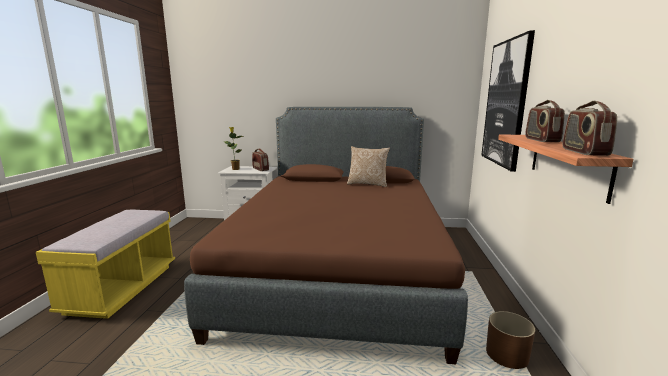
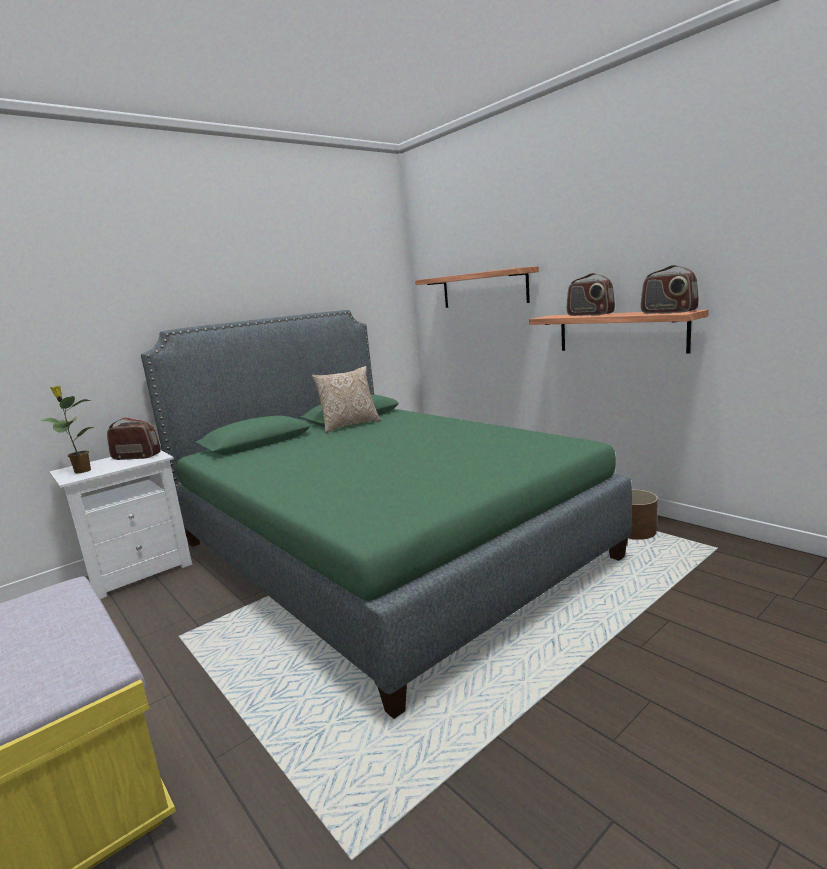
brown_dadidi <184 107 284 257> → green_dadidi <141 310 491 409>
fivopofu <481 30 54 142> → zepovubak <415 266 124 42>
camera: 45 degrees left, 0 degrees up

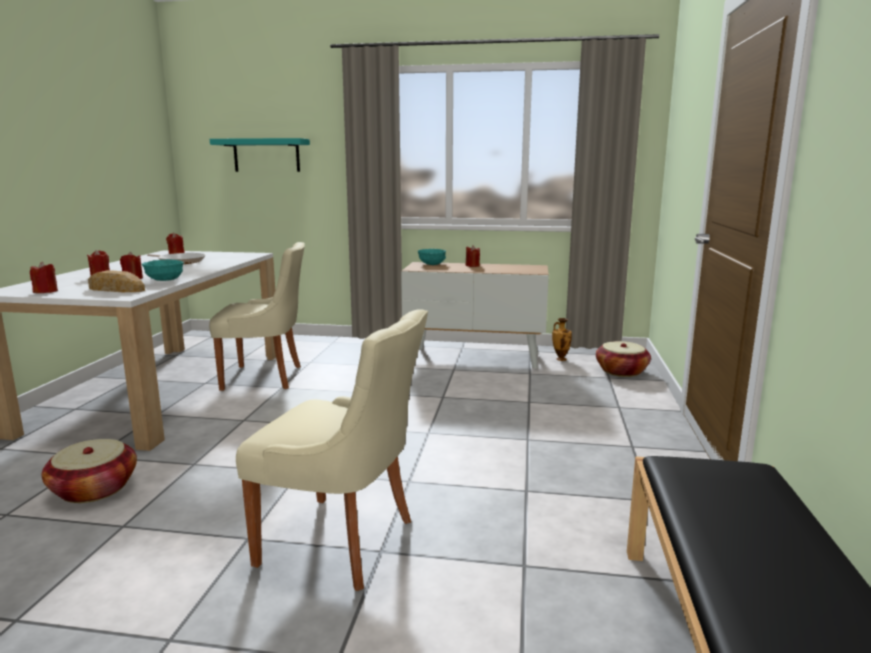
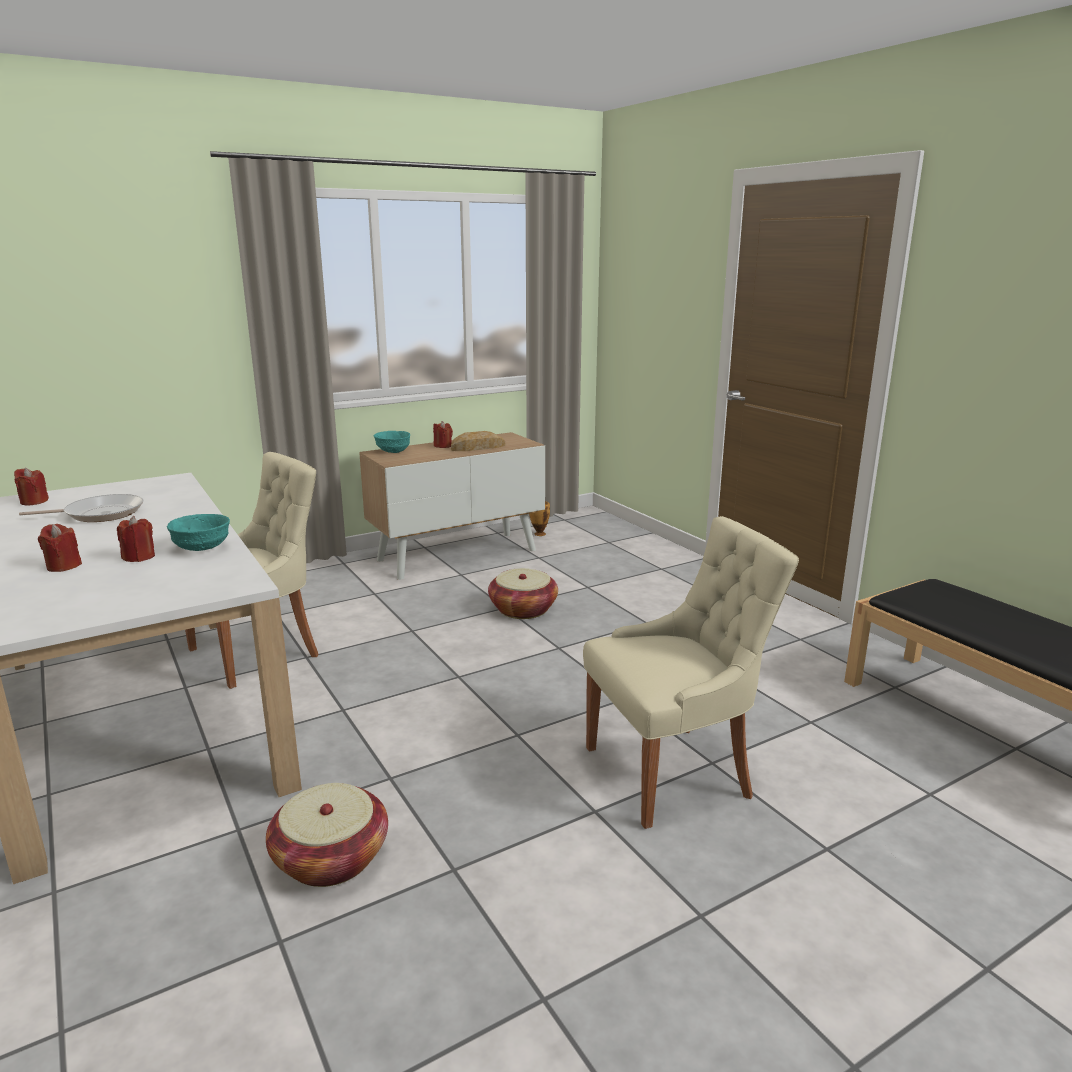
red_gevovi <30 262 28 31> → -
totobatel <88 270 57 22> → totobatel <451 431 54 20>, moved
turquoise_zepovubak <210 138 100 34> → -
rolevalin <596 341 55 36> → rolevalin <488 568 70 51>, moved
camera: 40 degrees left, 5 degrees up

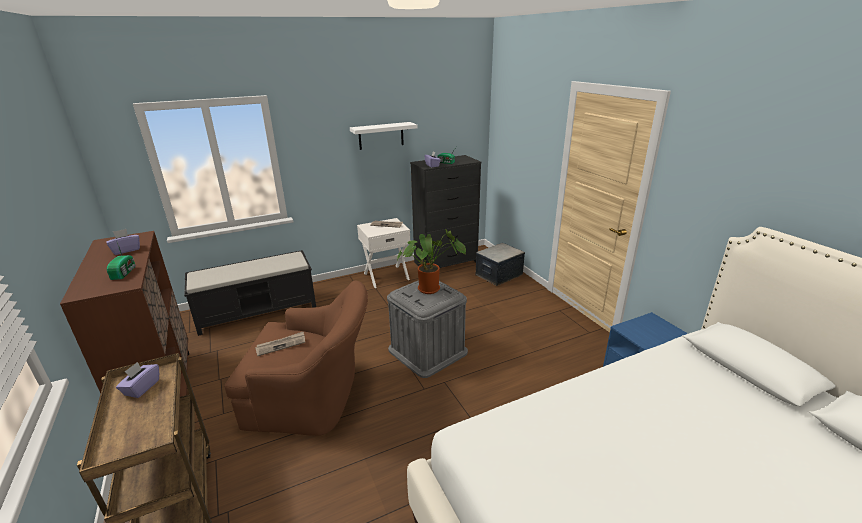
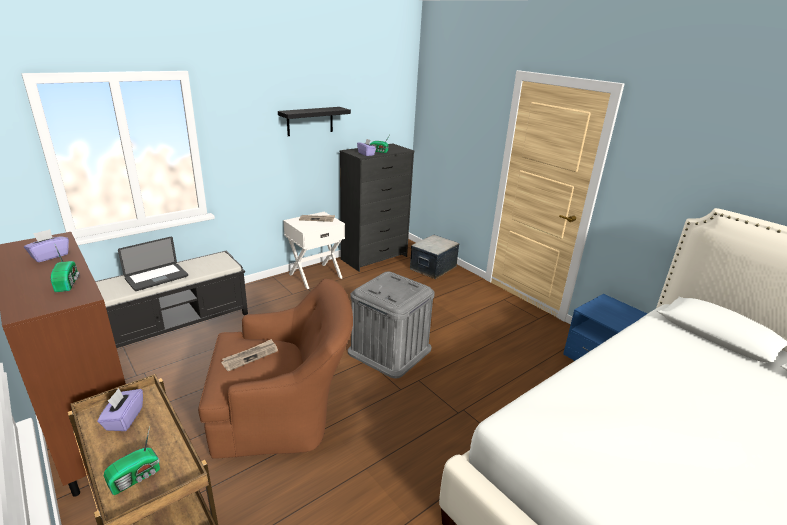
white_zepovubak <350 122 67 28> → black_zepovubak <278 107 73 29>
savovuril <397 229 69 65> → -
- → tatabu <104 426 56 69>
- → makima <118 237 70 54>
camera: 15 degrees left, 0 degrees up

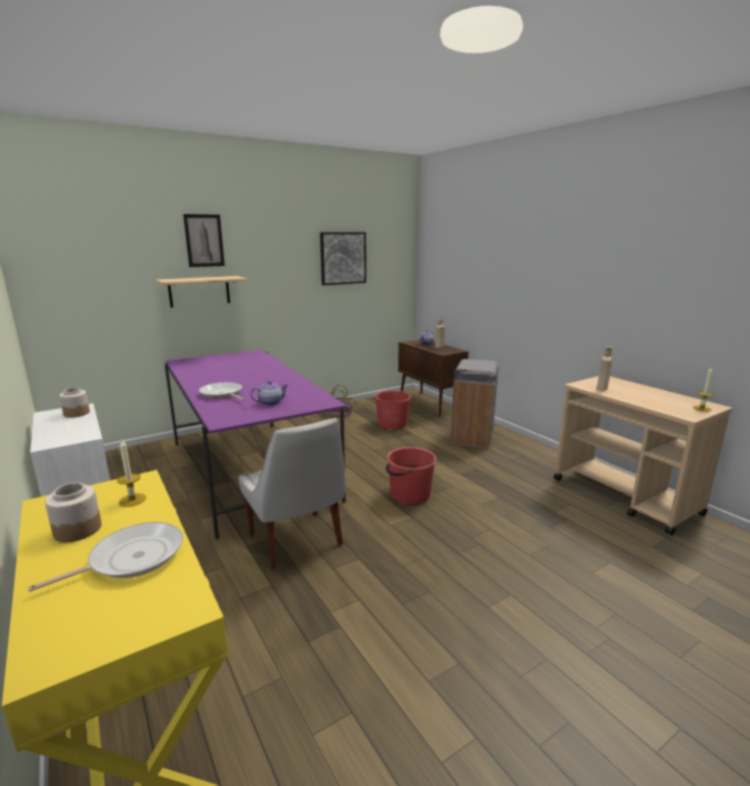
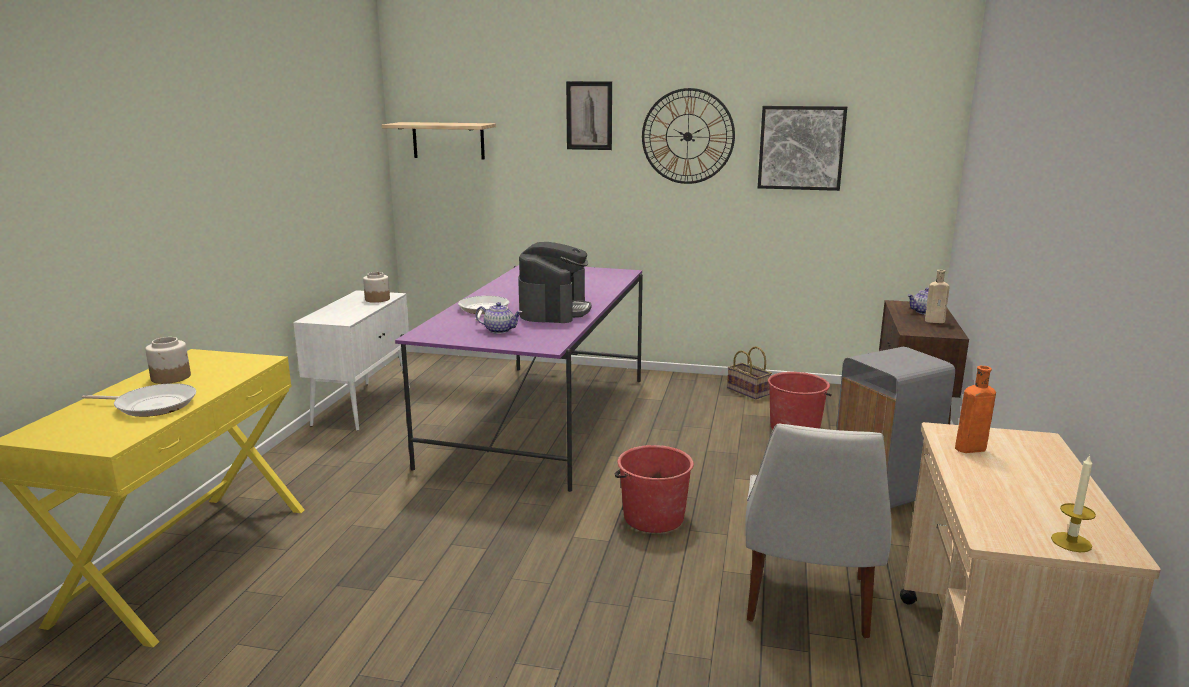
gevovi <117 440 29 67> → -
zepovubak <156 276 92 32> → zepovubak <381 122 115 37>, moved
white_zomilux <238 418 107 152> → white_zomilux <745 424 147 214>, moved
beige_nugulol <597 346 16 45> → orange_nugulol <955 365 41 88>
- → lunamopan <518 242 74 81>
- → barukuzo <642 88 93 96>
camera: 45 degrees right, 0 degrees up

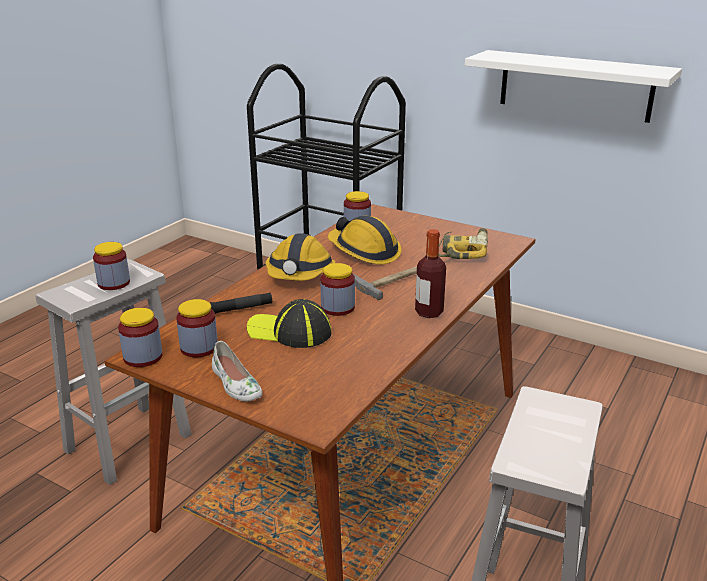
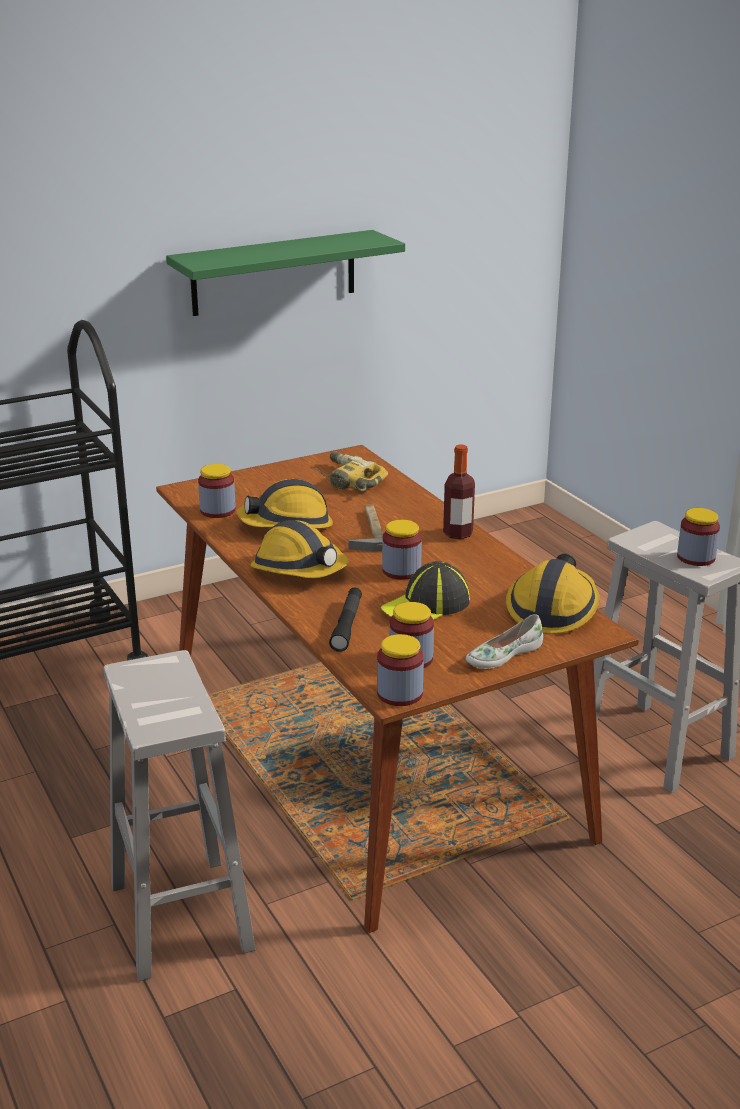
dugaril <93 242 37 48> → dugaril <677 508 43 58>, moved
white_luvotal <212 341 50 60> → white_luvotal <466 614 77 55>, 150 degrees clockwise
white_zepovubak <465 50 217 73> → green_zepovubak <166 230 239 86>
- → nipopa <506 554 94 80>
camera: 60 degrees left, 0 degrees up

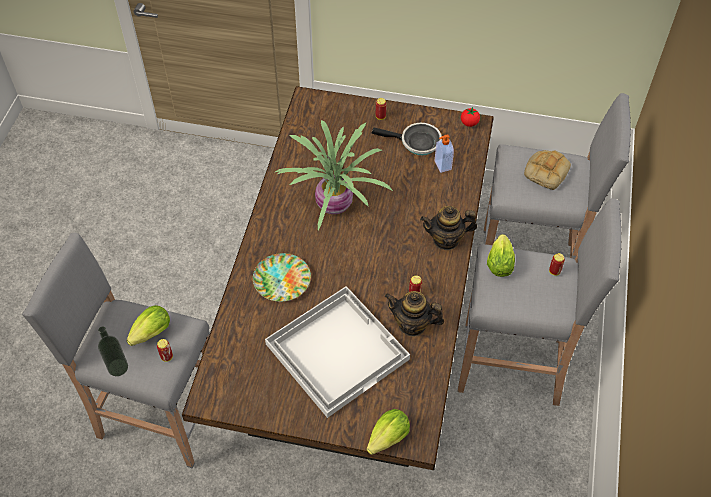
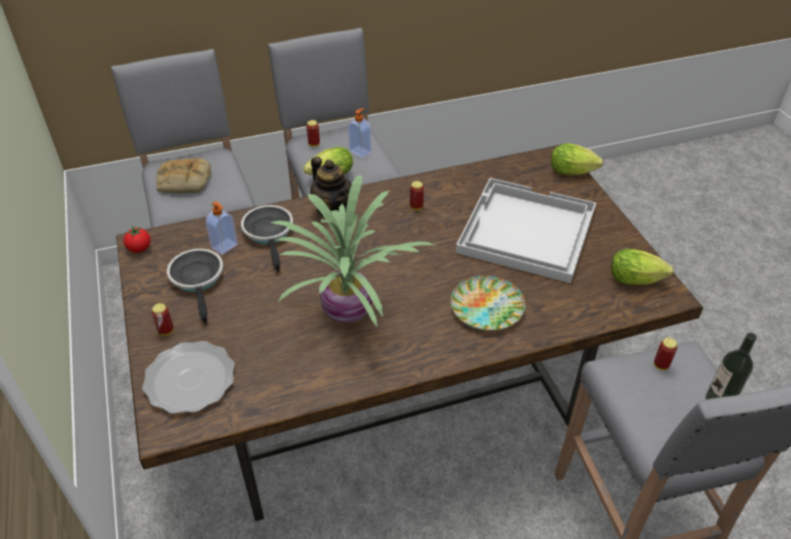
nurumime <126 305 44 41> → nurumime <611 249 62 36>, moved
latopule <385 291 59 46> → -
- → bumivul <142 341 93 73>
- → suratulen <241 205 52 67>
- → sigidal <348 108 23 50>
camera: 120 degrees left, 10 degrees down

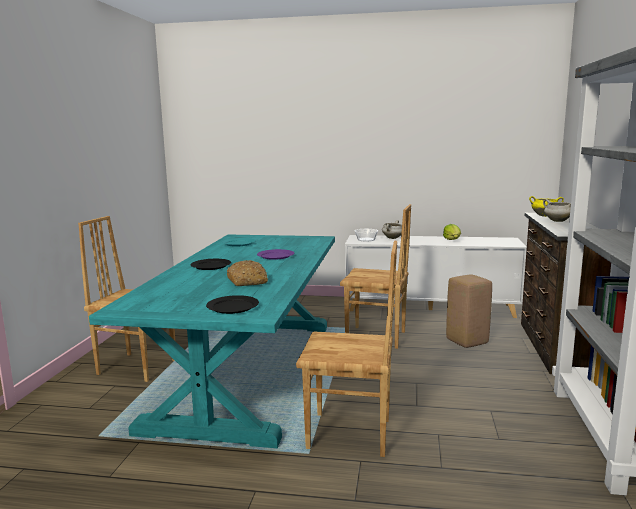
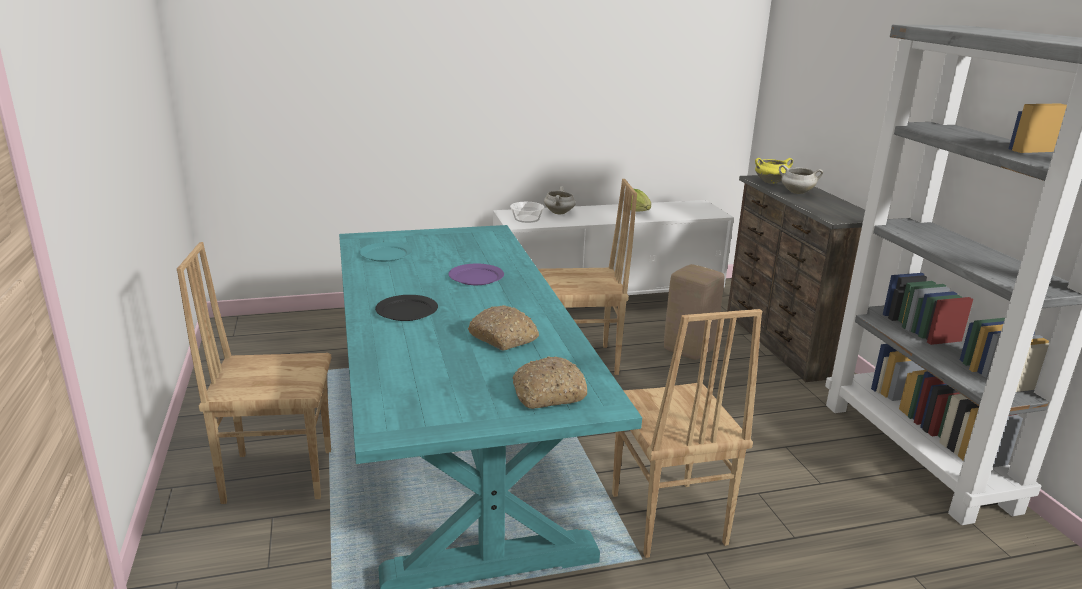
black_bumivul <206 295 53 19> → totobatel <512 357 75 52>
brown_zomilux <296 241 101 216> → brown_zomilux <612 309 150 249>, 90 degrees clockwise
camera: 25 degrees left, 10 degrees up

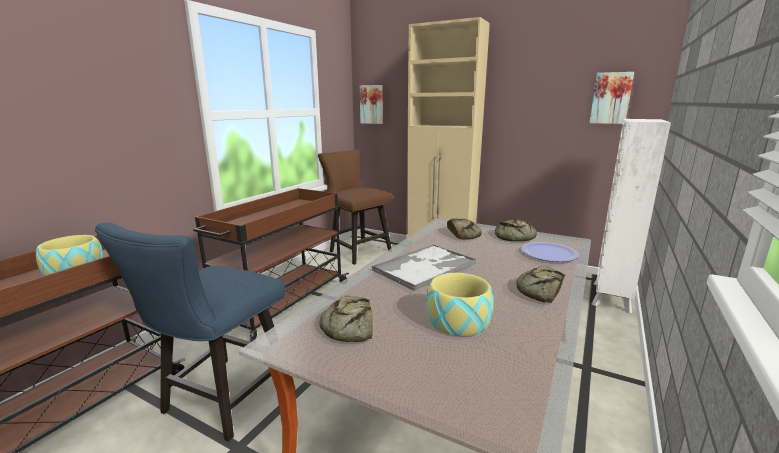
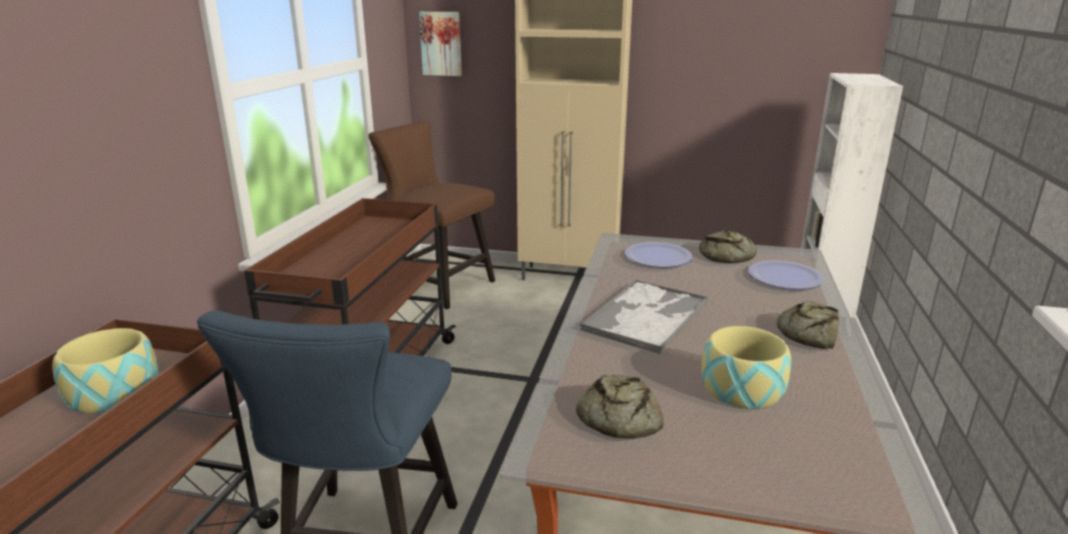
totobatel <447 218 35 22> → bumivul <625 242 68 25>
fivopofu <589 72 45 52> → -
camera: 15 degrees left, 5 degrees up

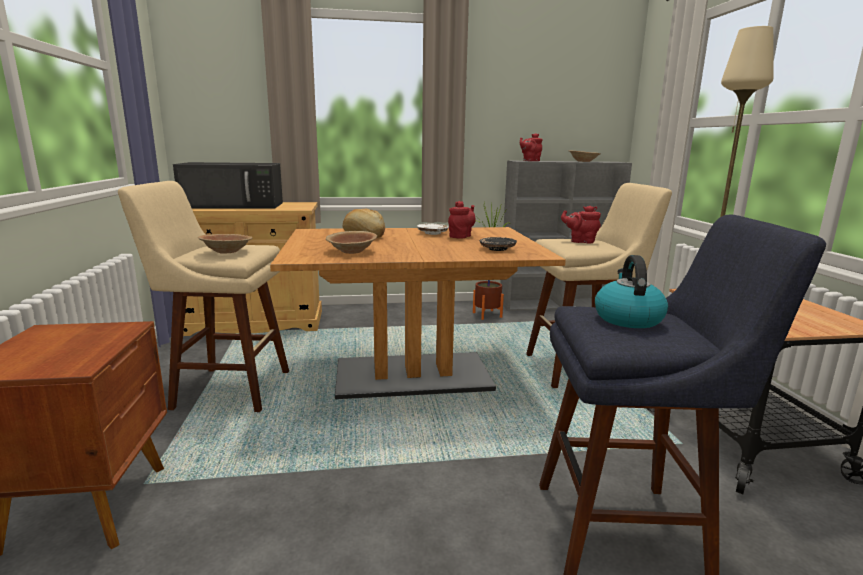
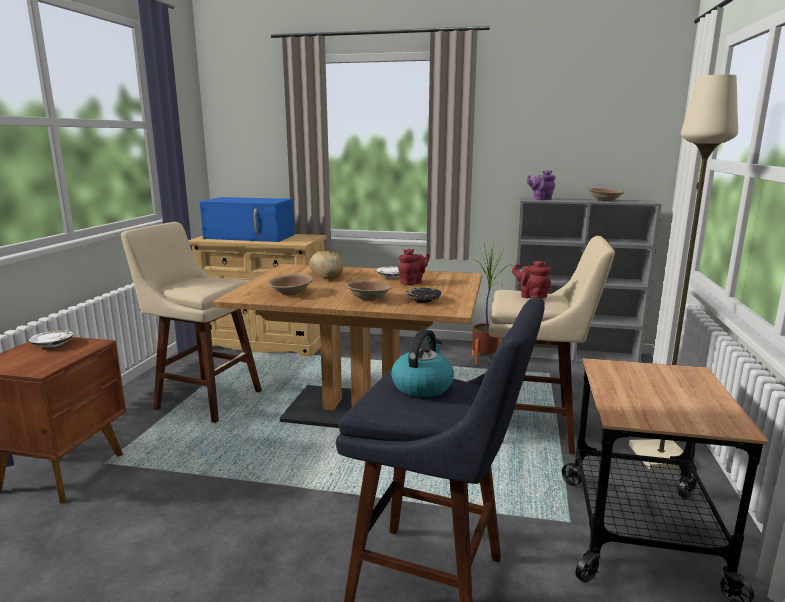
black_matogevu <173 162 110 47> → blue_matogevu <199 197 96 45>
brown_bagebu <198 234 54 20> → brown_bagebu <345 281 47 20>, moved
red_latopule <520 133 23 28> → purple_latopule <527 170 29 30>
- → white_bumivul <29 330 44 18>
camera: 20 degrees right, 0 degrees up

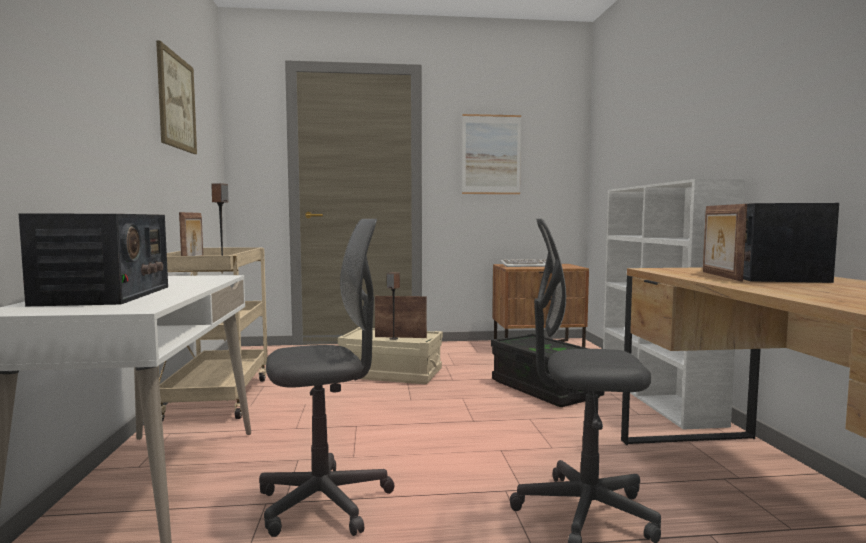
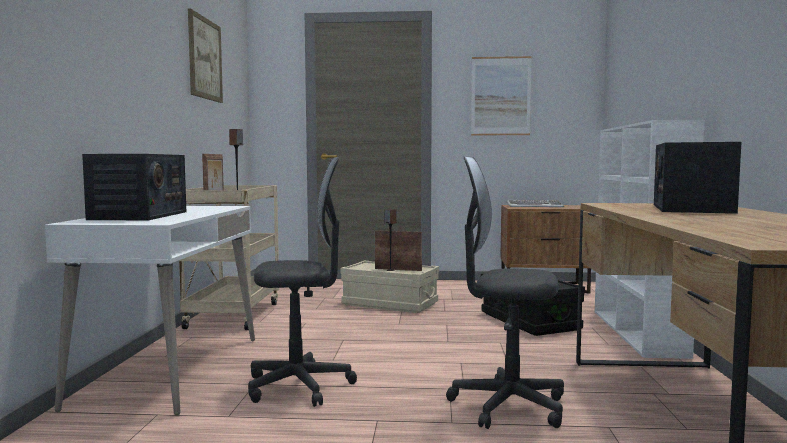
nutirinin <703 204 44 77> → -
camera: 10 degrees right, 0 degrees up

